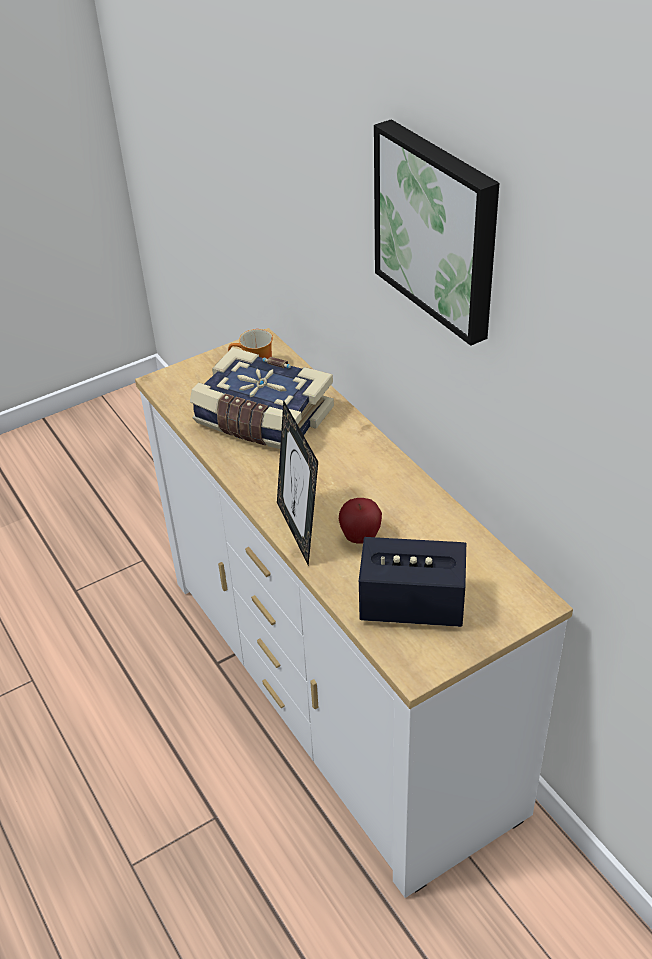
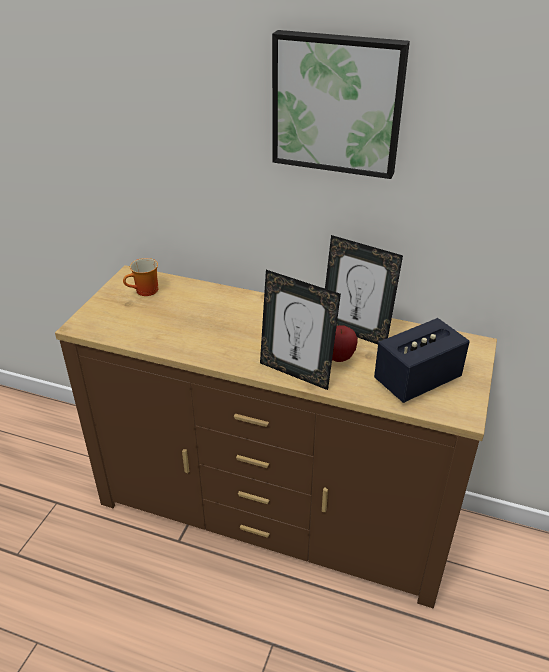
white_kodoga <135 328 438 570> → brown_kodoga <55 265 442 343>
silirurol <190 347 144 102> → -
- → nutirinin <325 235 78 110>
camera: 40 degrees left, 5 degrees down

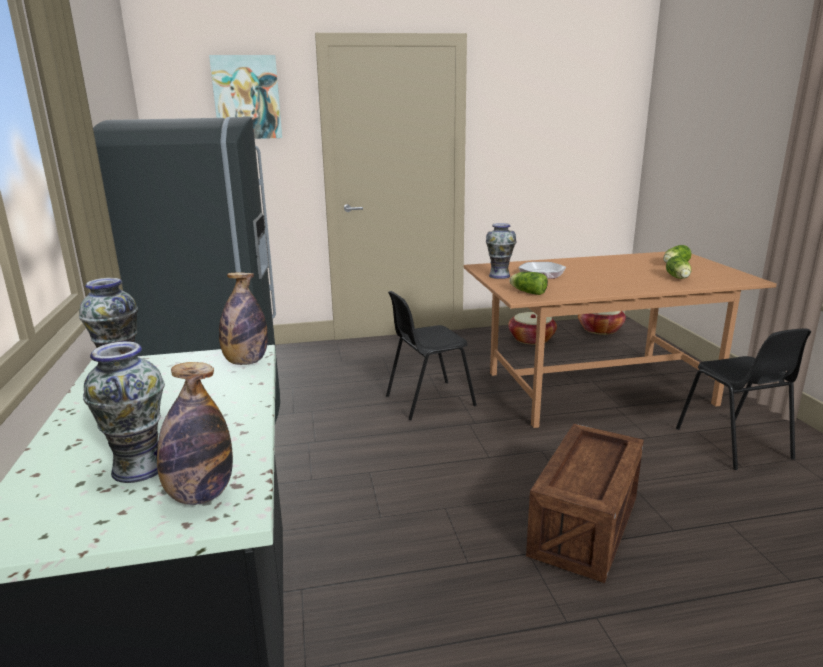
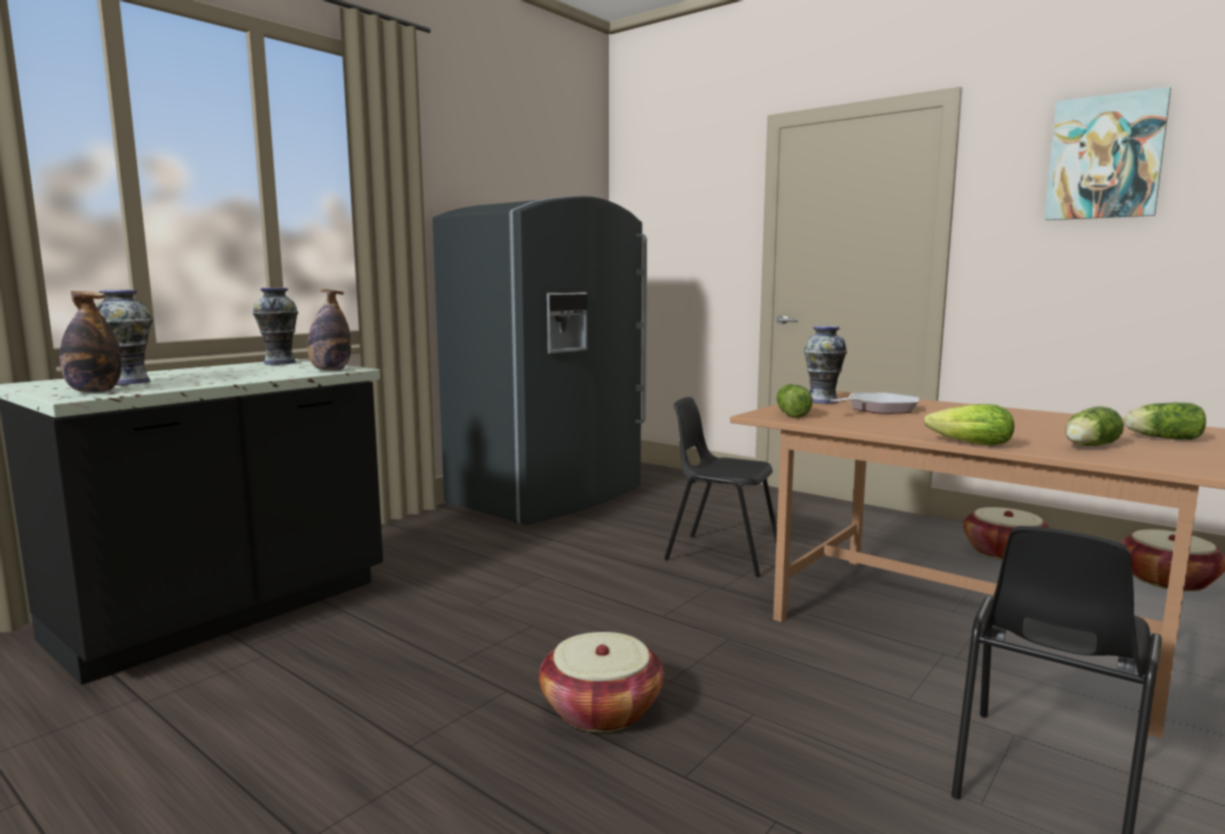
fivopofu <209 55 73 84> → fivopofu <1044 87 127 133>, moved
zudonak <526 424 118 159> → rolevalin <539 632 125 100>
- → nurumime <924 404 90 41>
camera: 50 degrees right, 10 degrees down

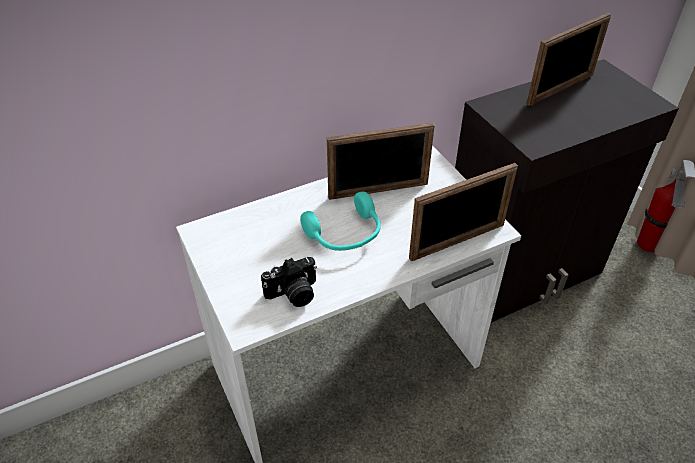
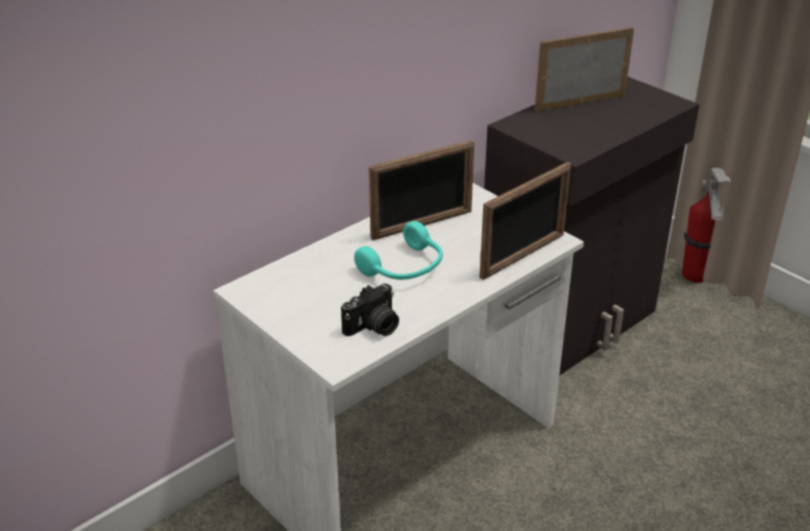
nutirinin <526 13 85 93> → nutirinin <535 27 99 85>, 150 degrees counterclockwise
camera: 15 degrees left, 10 degrees down

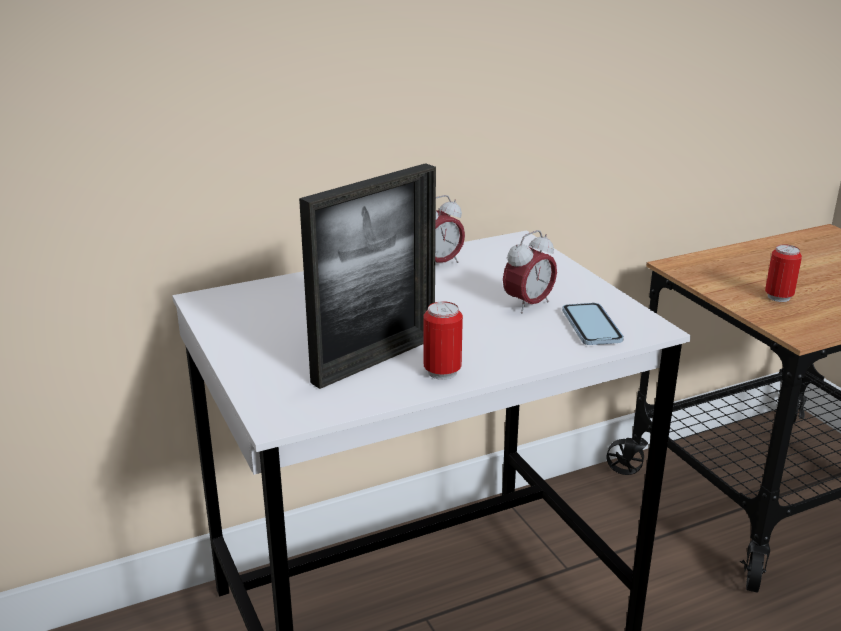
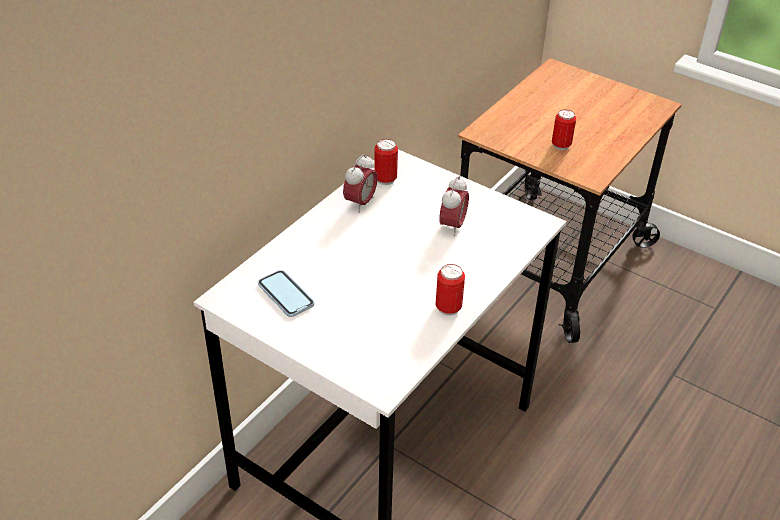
nutirinin <299 163 137 226> → -
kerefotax <562 303 62 42> → kerefotax <258 270 56 47>, moved
- → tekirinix <374 139 24 46>
camera: 30 degrees left, 15 degrees up

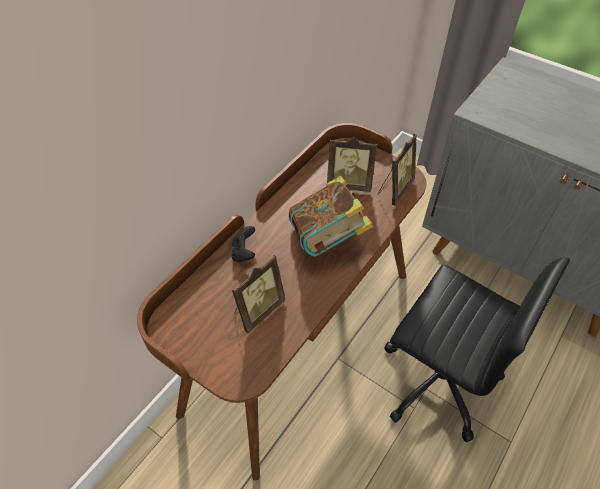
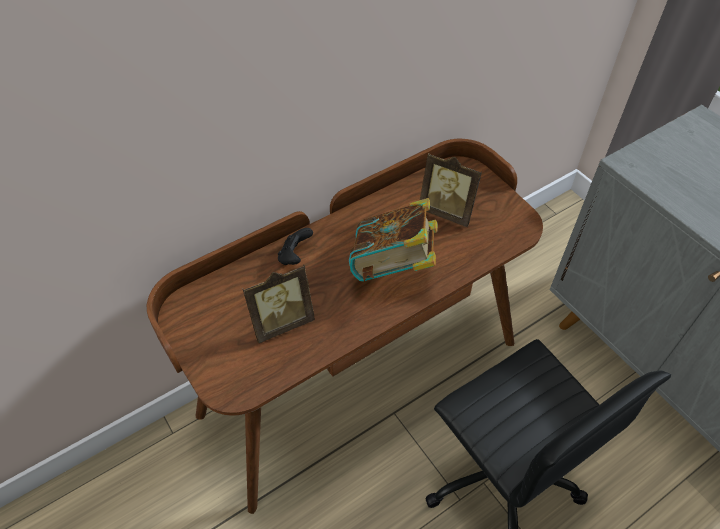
nutirinin <378 134 39 72> → -
camera: 20 degrees right, 0 degrees up

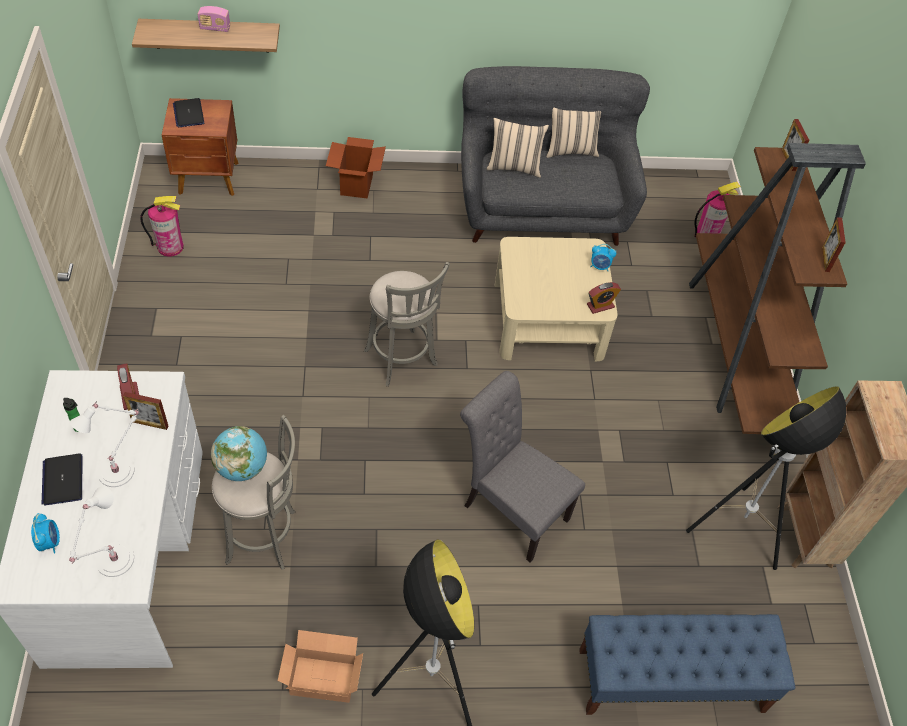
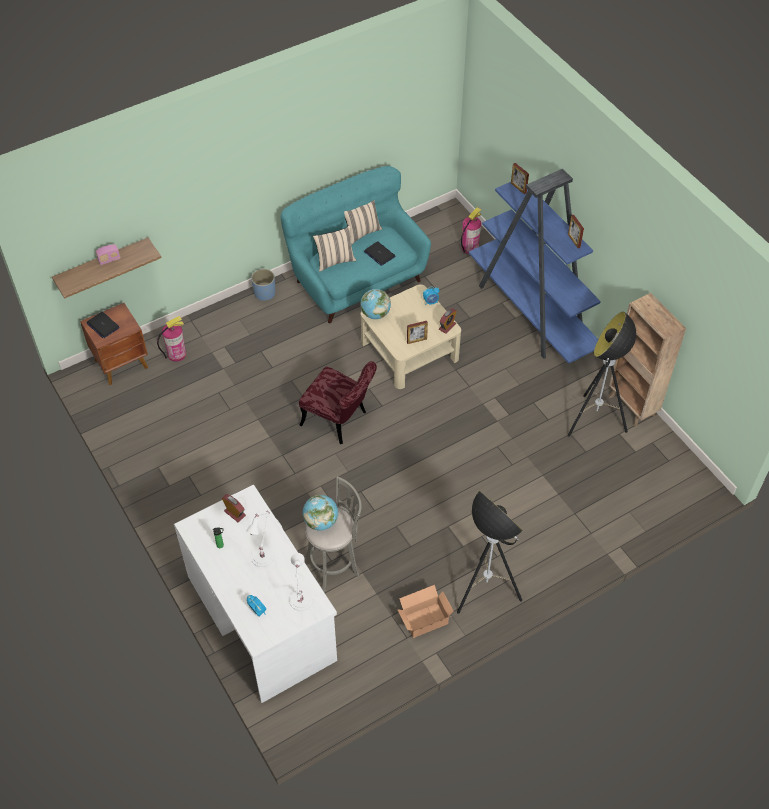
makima <42 453 40 52> → makima <364 241 31 25>, moved
nutirinin <123 392 45 38> → nutirinin <407 321 21 23>, moved
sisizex <140 196 44 61> → sisizex <157 316 29 45>, moved
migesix <326 137 60 62> → -
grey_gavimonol <364 262 86 125> → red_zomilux <299 361 78 83>
grey_zomilux <460 371 125 191> → -
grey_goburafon <461 66 189 180> → turquoise_goburafon <281 166 150 157>
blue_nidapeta <579 614 216 101> → -
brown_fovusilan <689 143 177 291> → blue_fovusilan <469 169 132 195>
- → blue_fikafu <251 269 24 32>
- → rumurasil <361 289 30 30>
camera: 25 degrees left, 0 degrees up

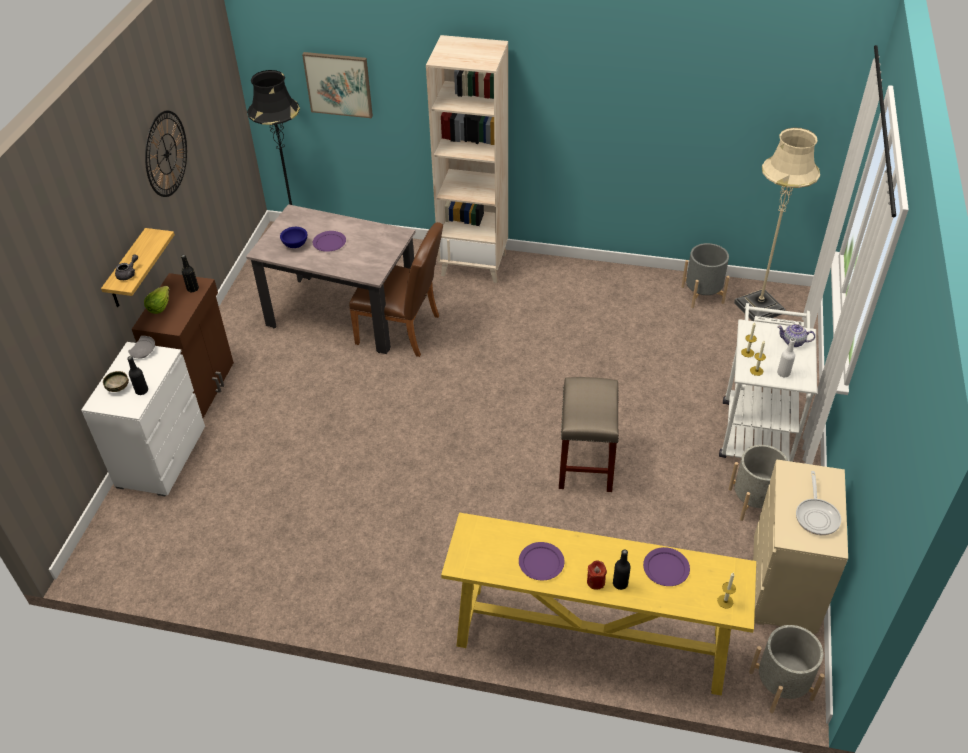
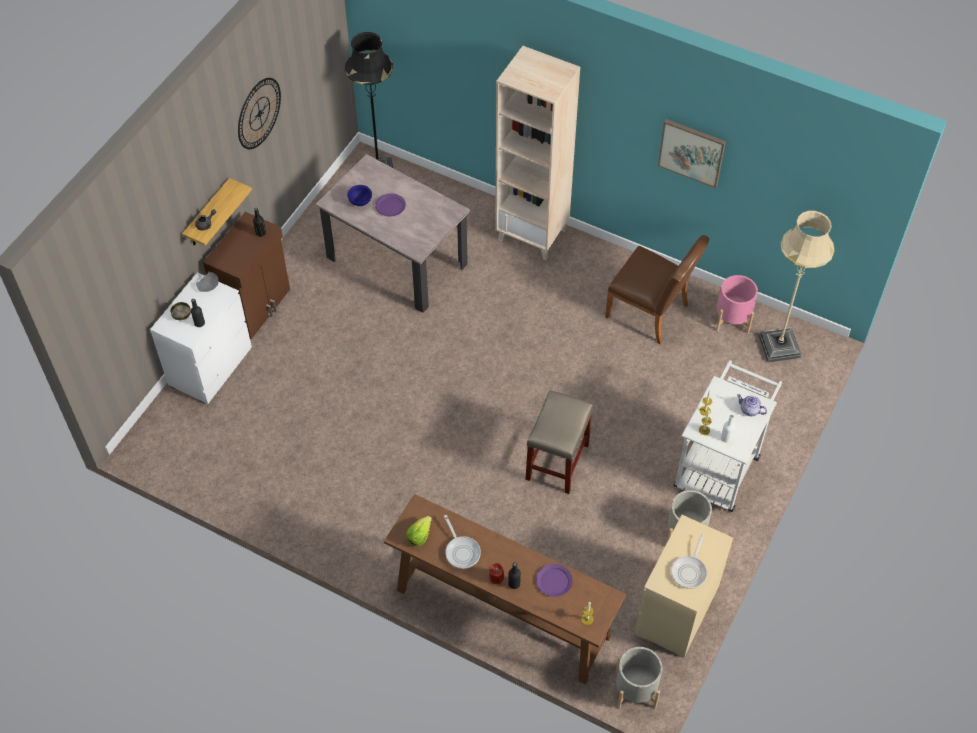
nurumime <144 286 25 28> → nurumime <406 516 26 30>, moved
fivopofu <302 52 71 66> → fivopofu <658 119 68 69>, moved
brown_zomilux <349 222 94 135> → brown_zomilux <605 235 105 109>, moved
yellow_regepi <441 513 315 182> → brown_regepi <384 494 242 190>
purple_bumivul <519 542 46 38> → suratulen <444 515 37 54>
grey_fikafu <681 243 49 65> → pink_fikafu <716 275 42 59>
camera: 15 degrees right, 10 degrees up

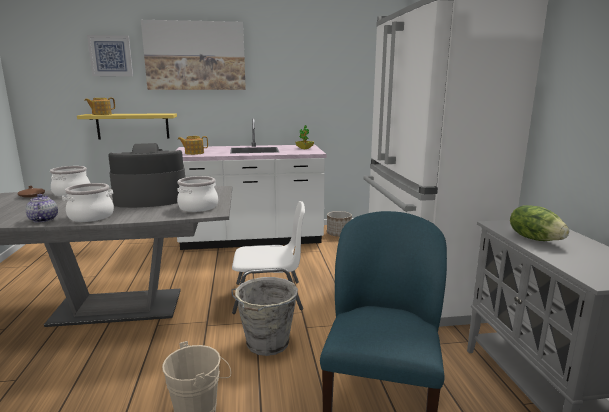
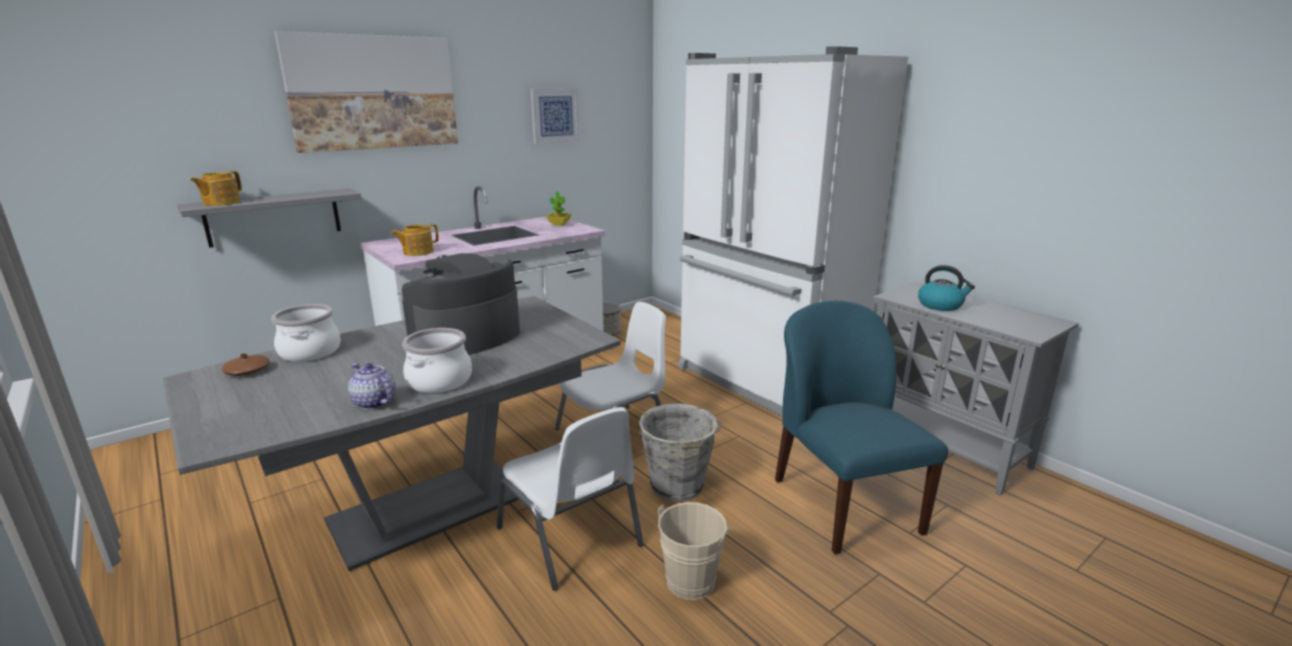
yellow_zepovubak <77 113 100 27> → grey_zepovubak <177 188 184 60>
fivopofu <87 35 46 41> → fivopofu <531 88 49 56>, moved
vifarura <177 176 41 36> → -
nurumime <510 205 59 36> → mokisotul <918 265 57 46>
- → white_zomilux <497 407 147 184>
camera: 30 degrees left, 5 degrees up

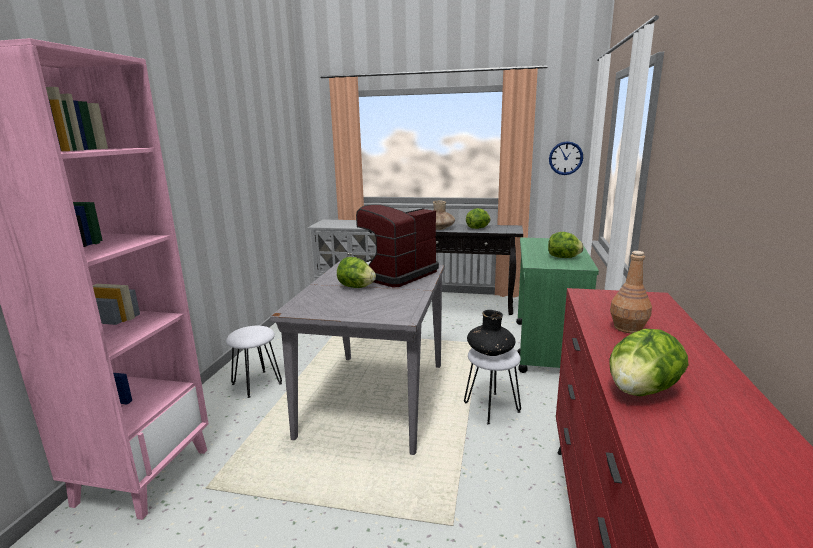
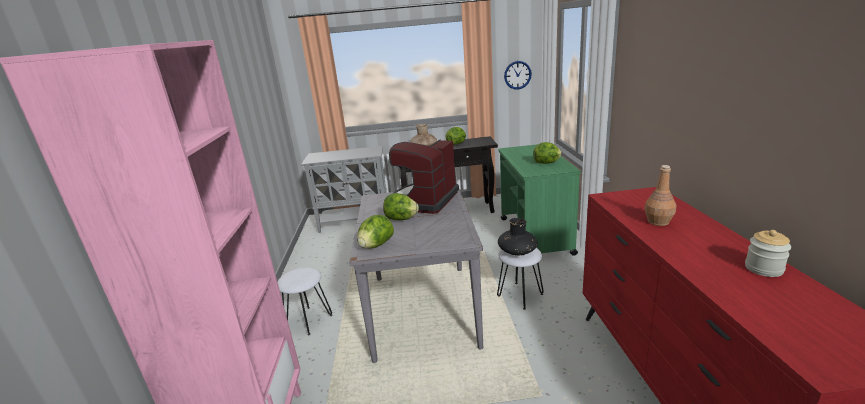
nurumime <609 329 80 67> → nurumime <357 215 37 33>, moved
- → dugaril <745 230 46 47>
camera: 15 degrees left, 5 degrees up

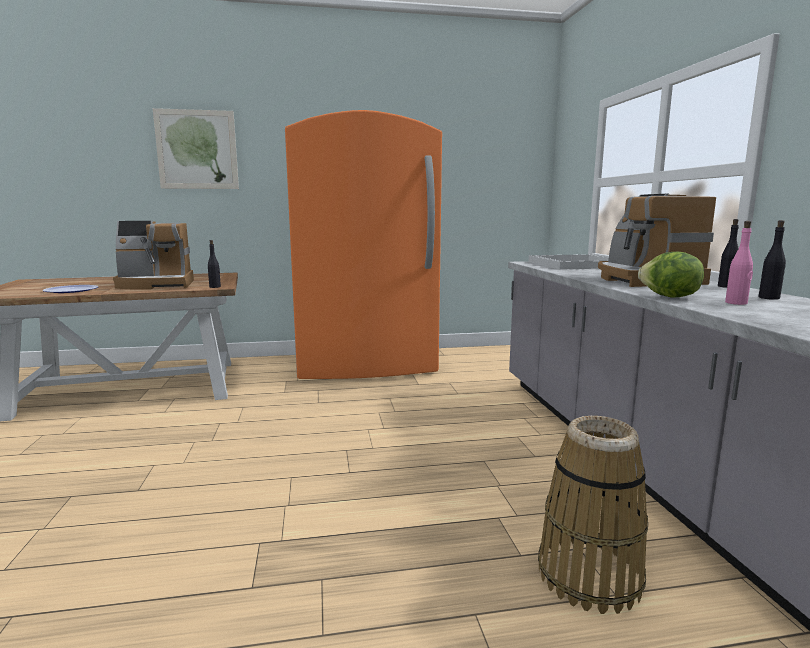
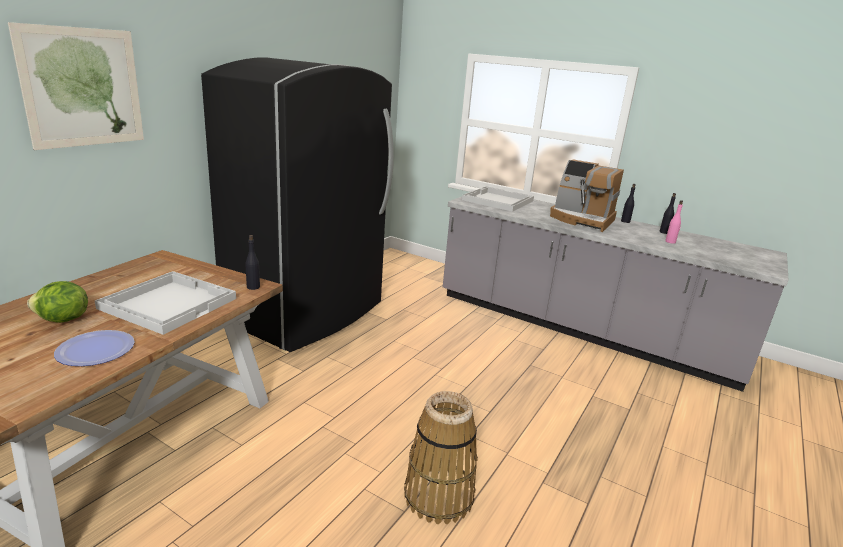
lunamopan <113 221 81 69> → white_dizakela <95 271 141 64>
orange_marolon <285 110 157 269> → black_marolon <201 57 193 295>
rolevalin <538 416 110 198> → rolevalin <404 391 74 133>, moved
nurumime <638 252 66 45> → nurumime <27 281 61 42>, moved
camera: 50 degrees left, 10 degrees up

